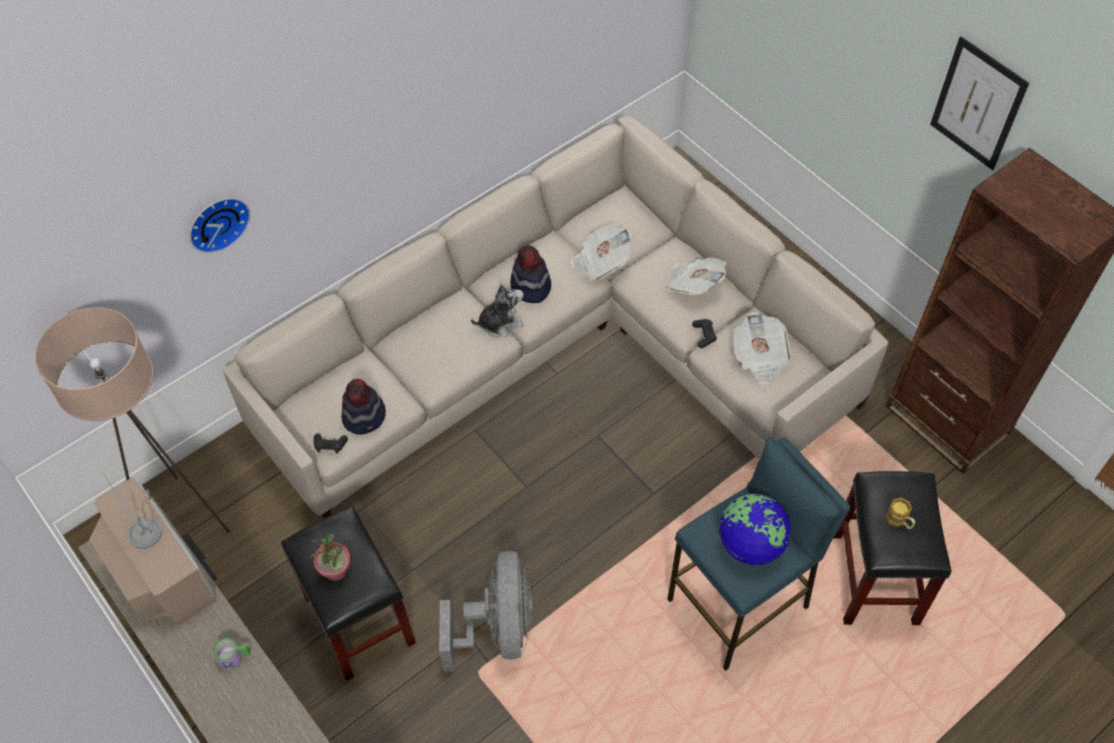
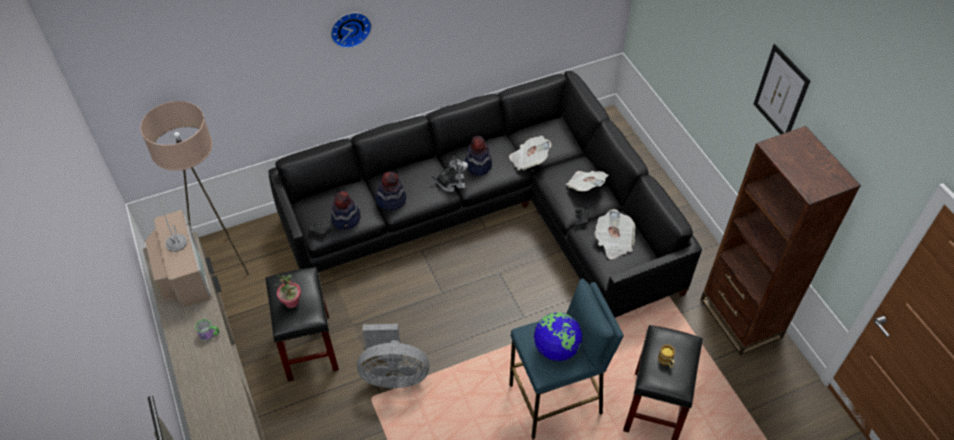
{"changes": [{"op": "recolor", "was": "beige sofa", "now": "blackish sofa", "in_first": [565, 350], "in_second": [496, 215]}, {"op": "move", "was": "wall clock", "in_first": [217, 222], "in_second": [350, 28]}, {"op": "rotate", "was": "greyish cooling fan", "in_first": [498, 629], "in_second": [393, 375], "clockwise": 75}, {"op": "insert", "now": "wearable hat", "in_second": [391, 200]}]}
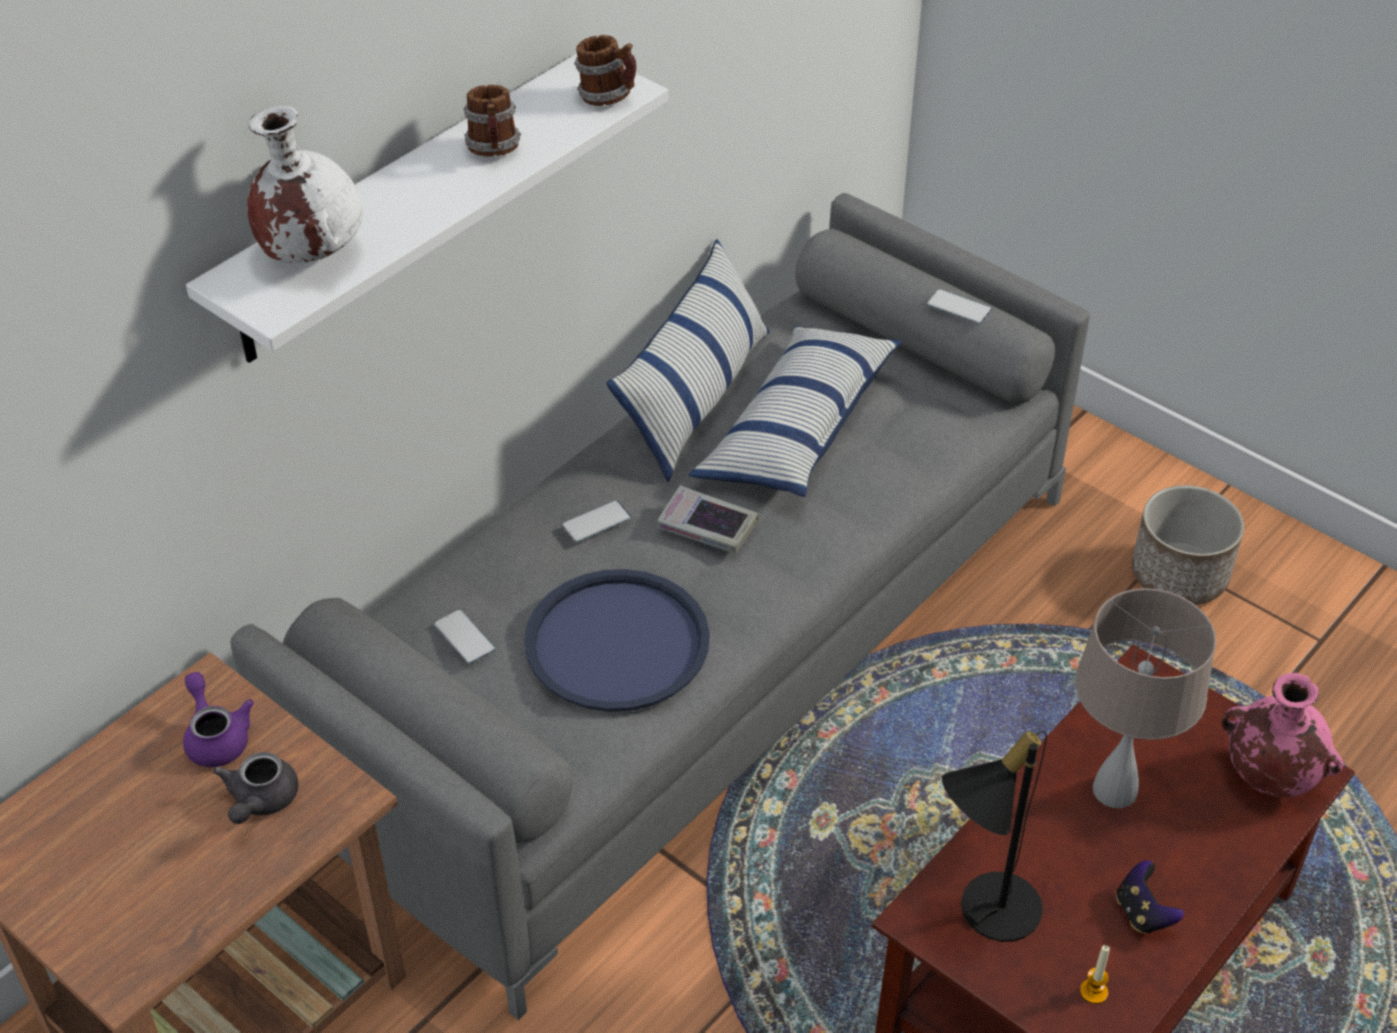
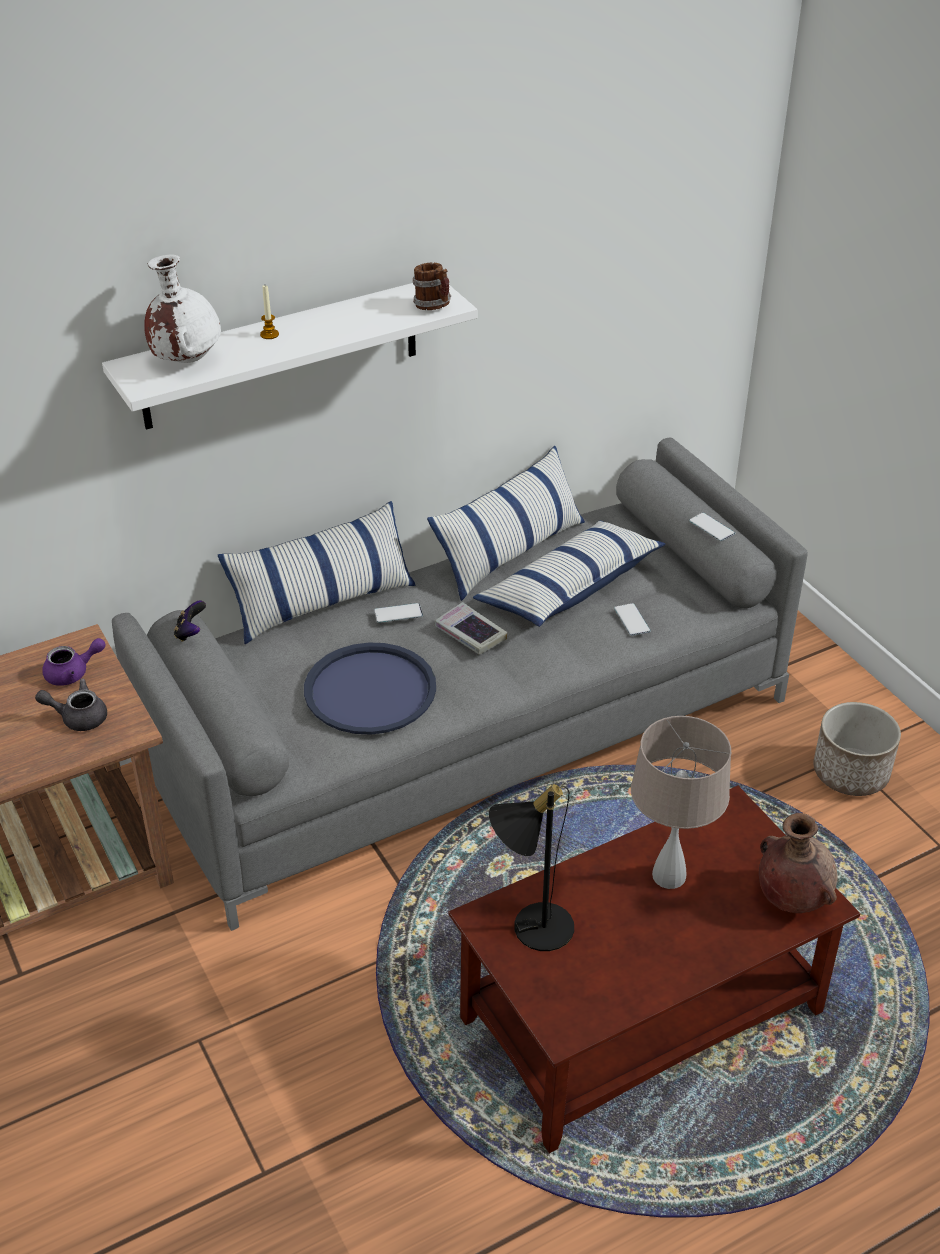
{"changes": [{"op": "delete", "was": "coffee mug", "in_first": [494, 150]}, {"op": "move", "was": "phone", "in_first": [464, 637], "in_second": [632, 620]}, {"op": "rotate", "was": "purple tea pot", "in_first": [216, 737], "in_second": [73, 673], "clockwise": 75}, {"op": "recolor", "was": "pinkish decorative vase", "now": "brown-coloured decorative vase", "in_first": [1269, 775], "in_second": [791, 897]}, {"op": "rotate", "was": "greyish tea pot", "in_first": [260, 801], "in_second": [78, 717], "clockwise": 60}, {"op": "move", "was": "gamepad", "in_first": [1143, 913], "in_second": [191, 633]}, {"op": "move", "was": "wax light", "in_first": [1093, 991], "in_second": [269, 334]}, {"op": "insert", "now": "throw pillow", "in_second": [322, 603]}]}
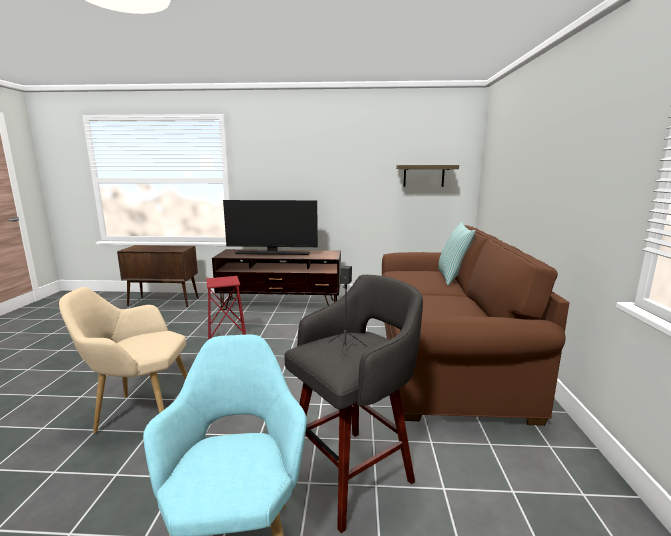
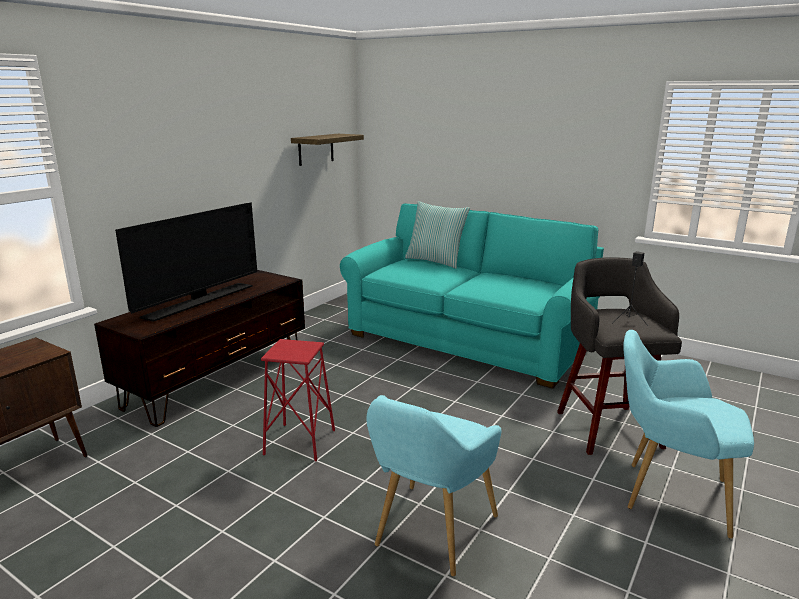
{"changes": [{"op": "recolor", "was": "brown-coloured sofa", "now": "blue-green sofa", "in_first": [442, 357], "in_second": [468, 340]}, {"op": "recolor", "was": "beige easy chair", "now": "blue-green easy chair", "in_first": [139, 412], "in_second": [429, 534]}]}
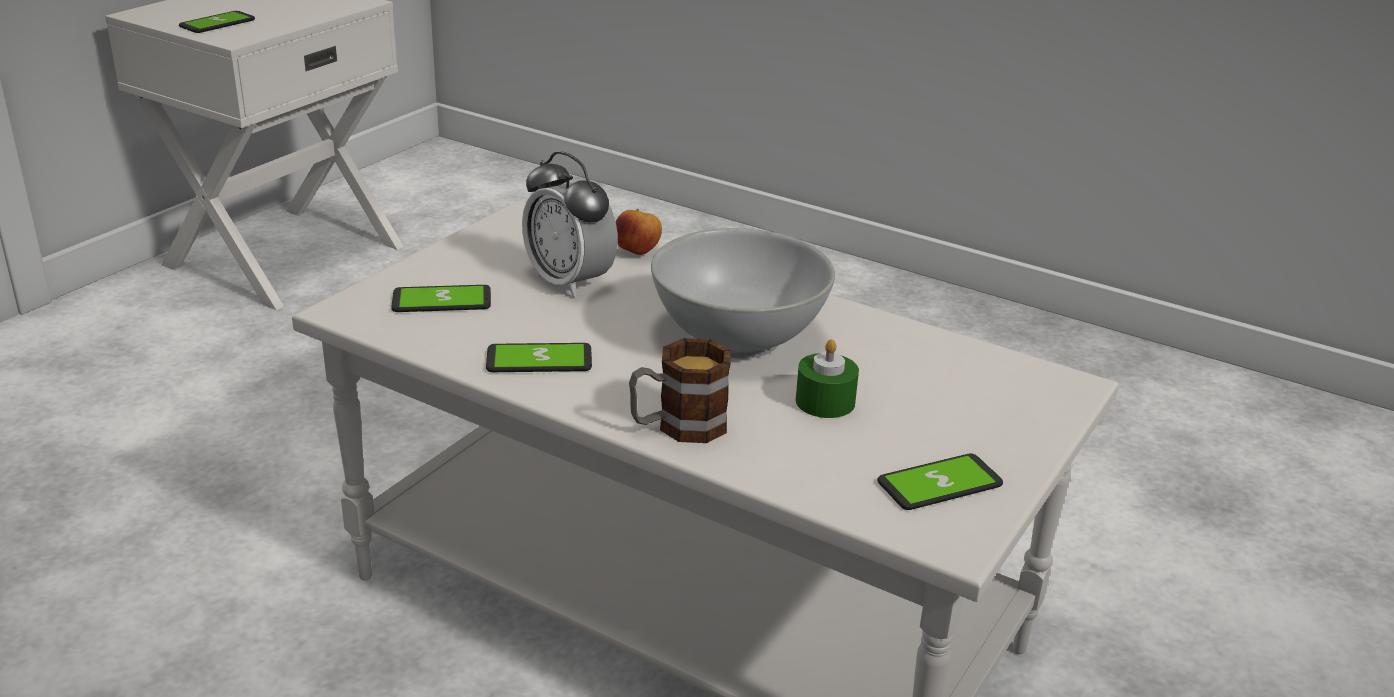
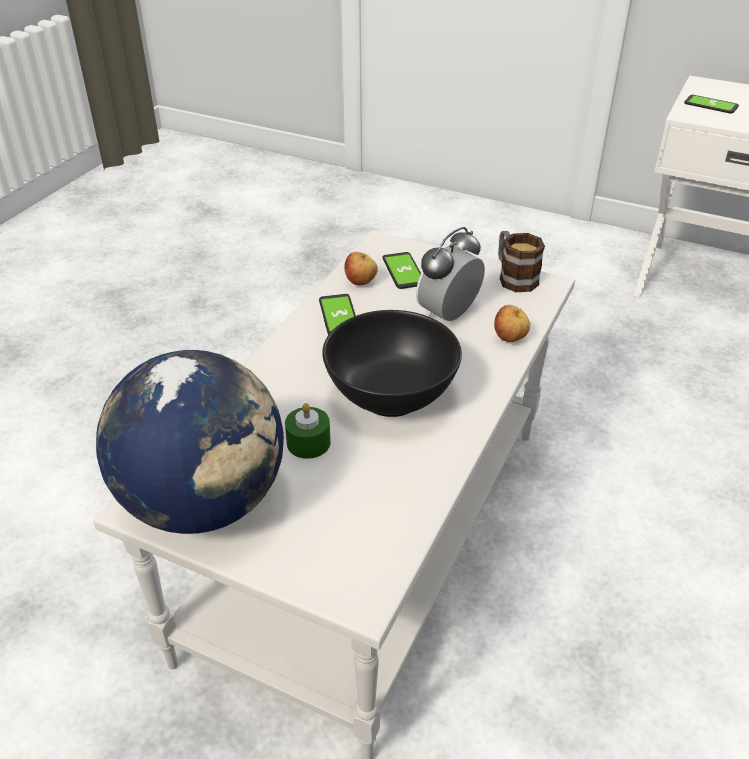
{"changes": [{"op": "recolor", "was": "whitish serving bowl", "now": "blackish serving bowl", "in_first": [738, 339], "in_second": [390, 396]}, {"op": "move", "was": "coffee mug", "in_first": [678, 426], "in_second": [514, 277]}, {"op": "replace", "was": "phone", "now": "globe", "in_first": [939, 484], "in_second": [205, 502]}, {"op": "insert", "now": "apple fruit", "in_second": [361, 283]}]}
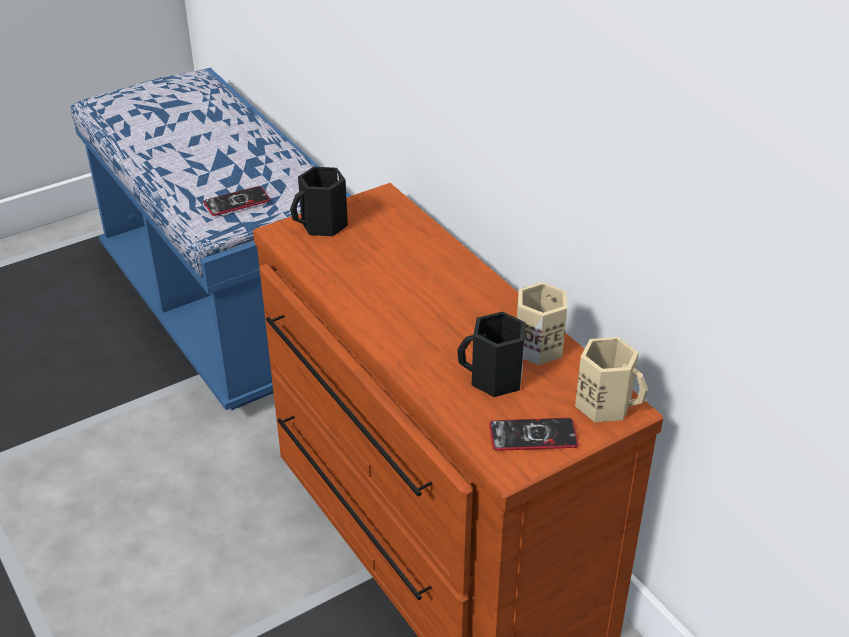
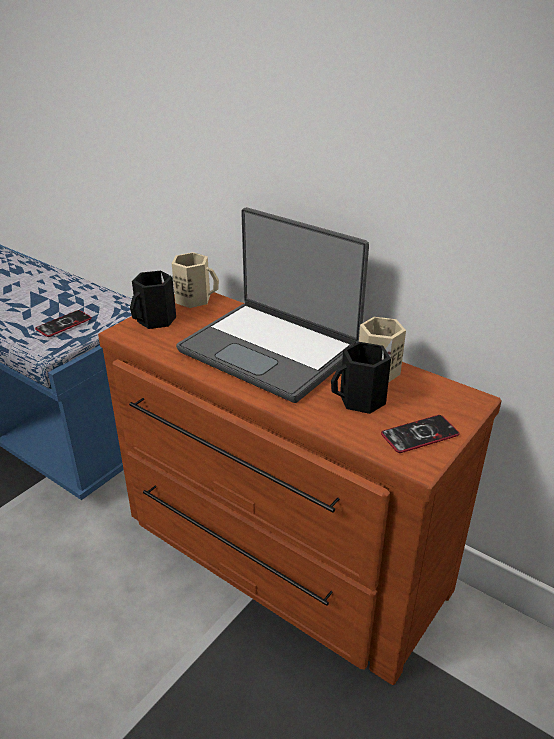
{"changes": [{"op": "move", "was": "beige coffee mug", "in_first": [606, 403], "in_second": [194, 298]}, {"op": "insert", "now": "portable computer", "in_second": [271, 350]}]}
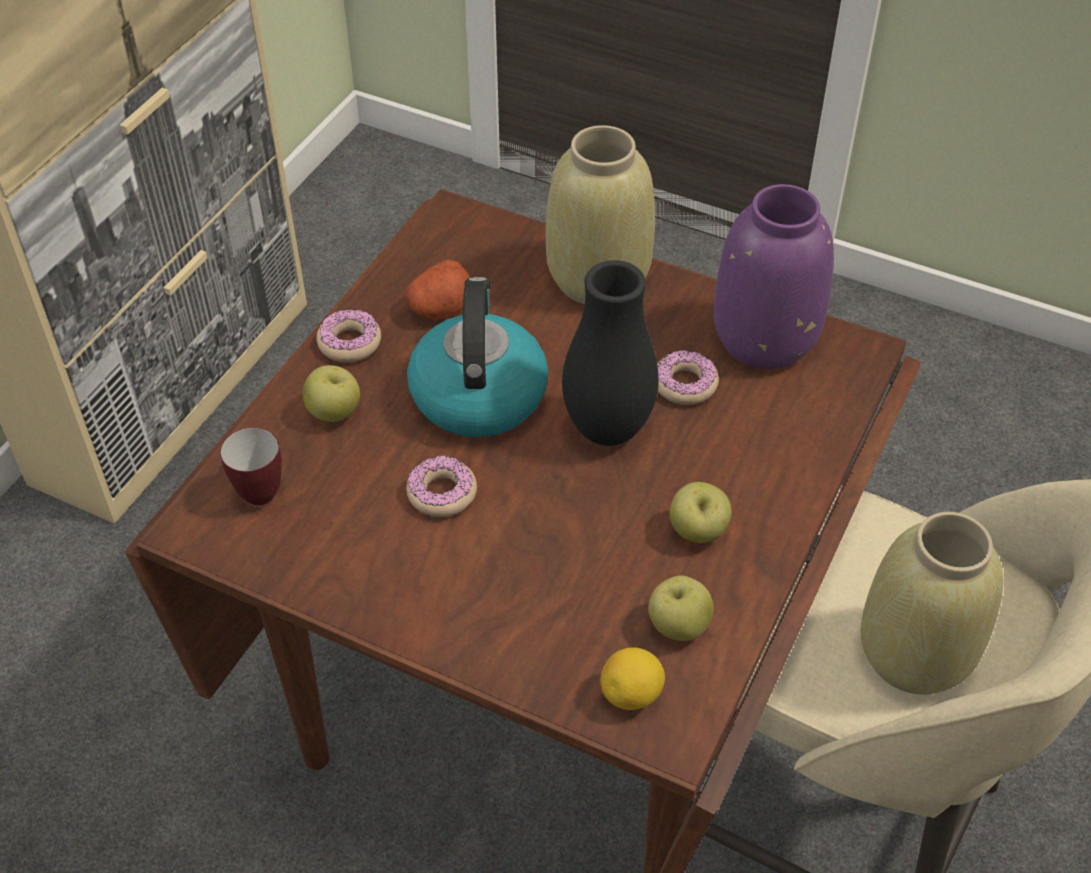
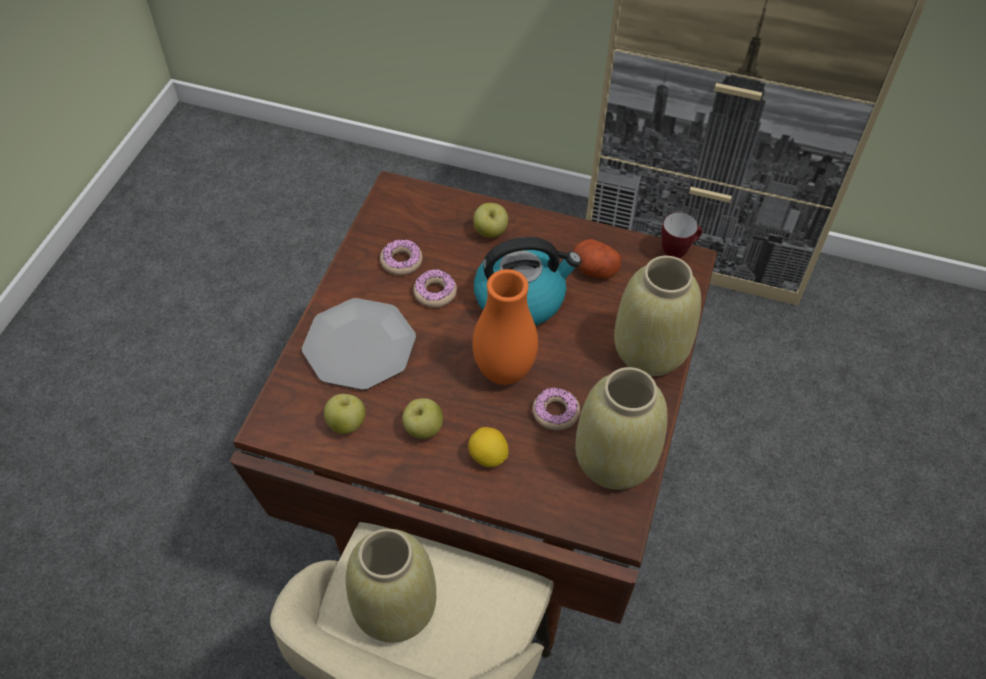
{"changes": [{"op": "recolor", "was": "purple decorative vase", "now": "beige decorative vase", "in_first": [763, 338], "in_second": [615, 459]}, {"op": "recolor", "was": "blackish decorative vase", "now": "orange-coloured decorative vase", "in_first": [607, 429], "in_second": [504, 371]}, {"op": "move", "was": "doughnut", "in_first": [349, 343], "in_second": [401, 261]}, {"op": "move", "was": "coffee mug", "in_first": [258, 488], "in_second": [677, 251]}, {"op": "move", "was": "citrus fruit", "in_first": [631, 695], "in_second": [488, 456]}, {"op": "insert", "now": "dinner plate", "in_second": [359, 345]}]}
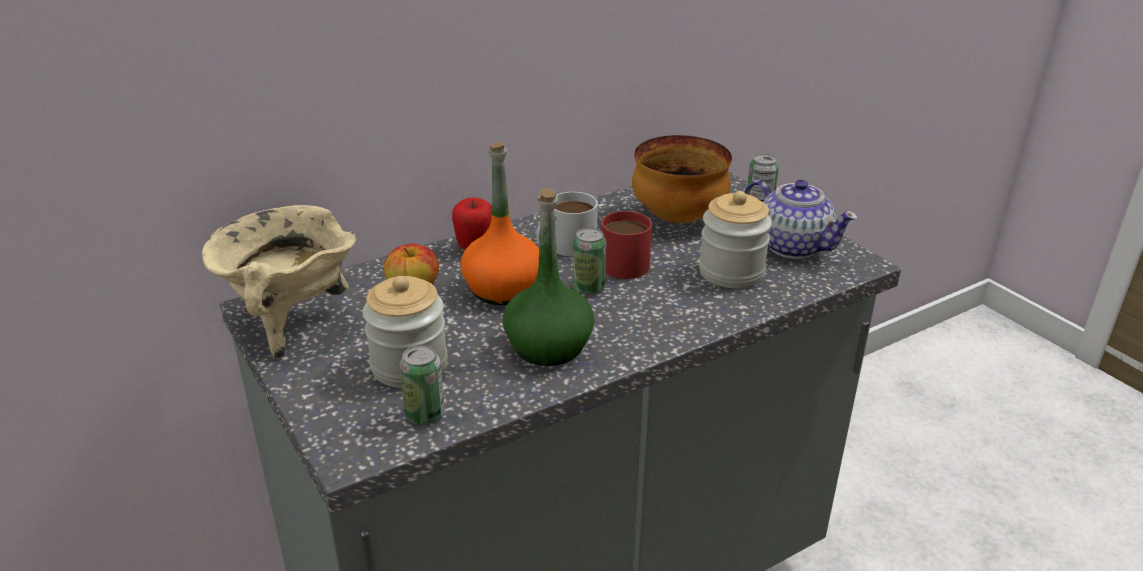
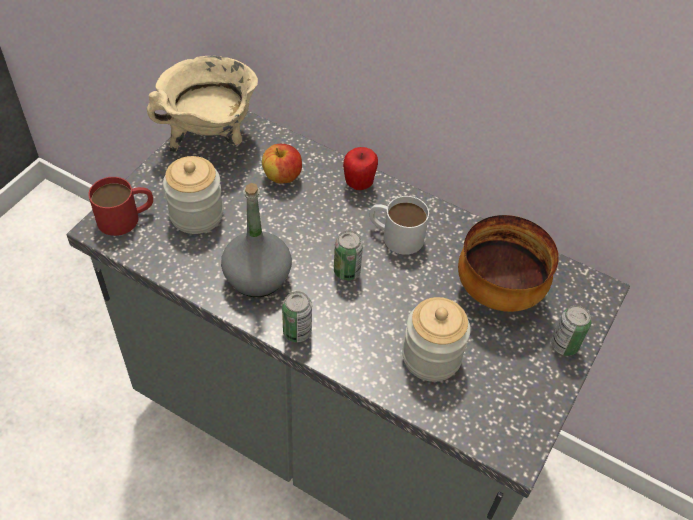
{"changes": [{"op": "delete", "was": "orange-coloured bottle", "in_first": [503, 289]}, {"op": "delete", "was": "tea pot", "in_first": [792, 246]}, {"op": "recolor", "was": "green bottle", "now": "greyish bottle", "in_first": [549, 346], "in_second": [257, 277]}, {"op": "move", "was": "red-coloured coffee mug", "in_first": [625, 260], "in_second": [126, 217]}, {"op": "move", "was": "metal can", "in_first": [425, 415], "in_second": [297, 332]}]}
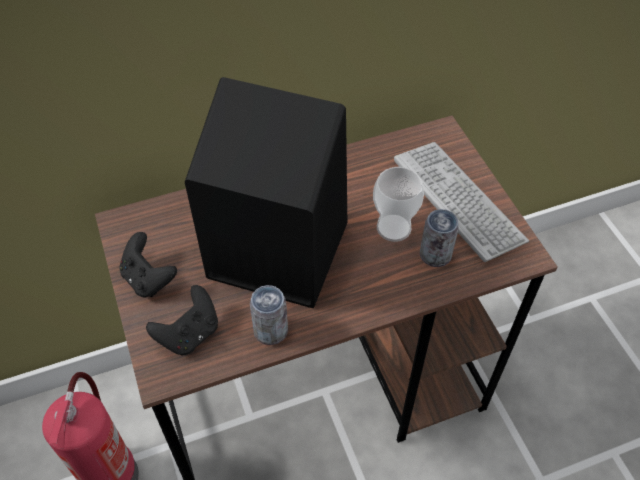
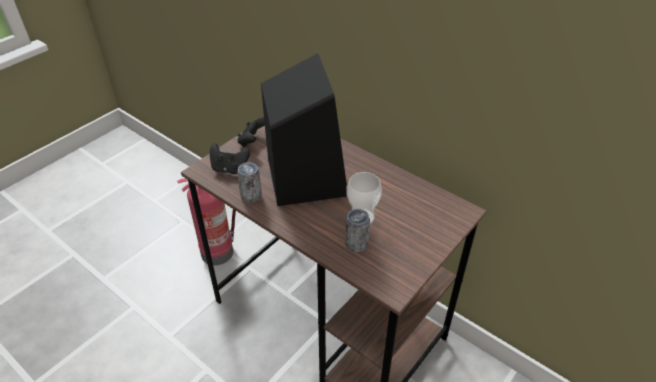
{"changes": [{"op": "delete", "was": "keyboard", "in_first": [458, 200]}]}
